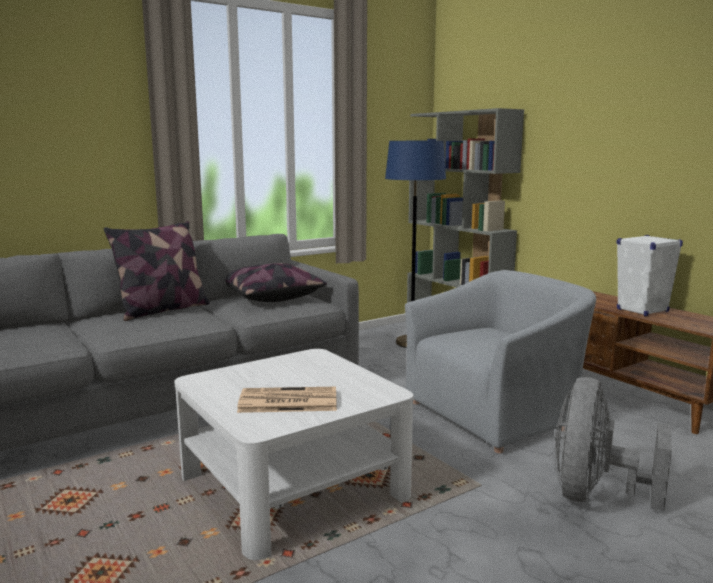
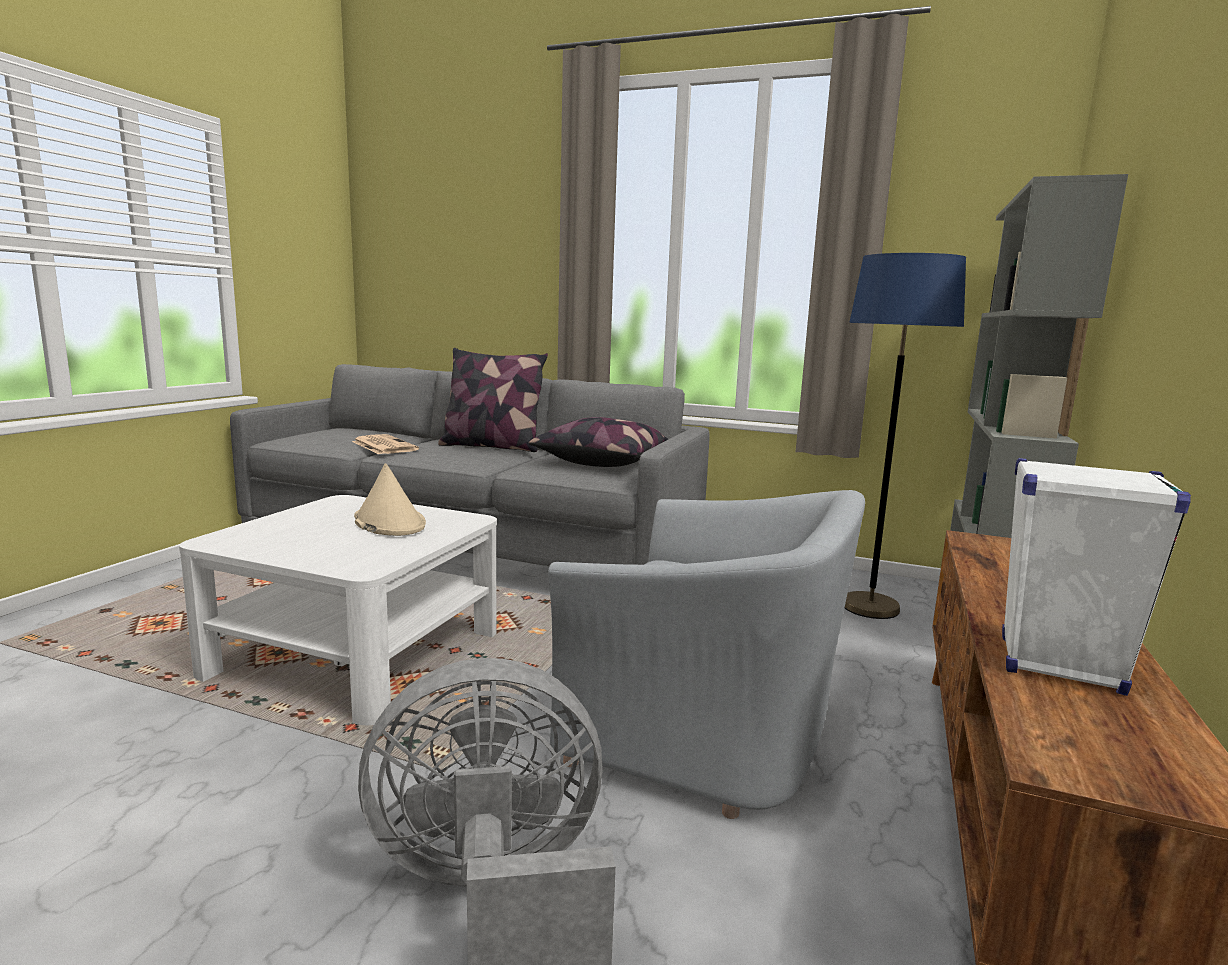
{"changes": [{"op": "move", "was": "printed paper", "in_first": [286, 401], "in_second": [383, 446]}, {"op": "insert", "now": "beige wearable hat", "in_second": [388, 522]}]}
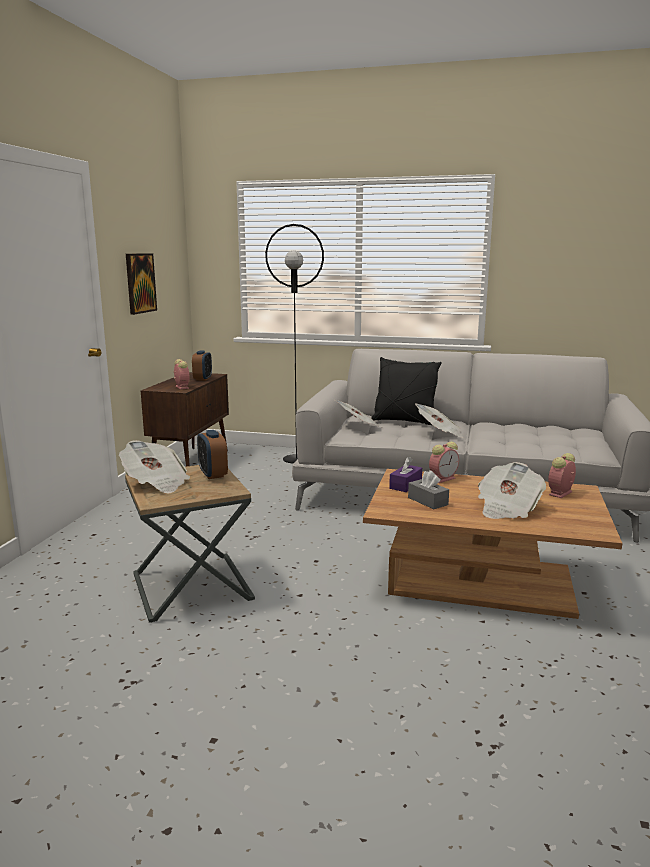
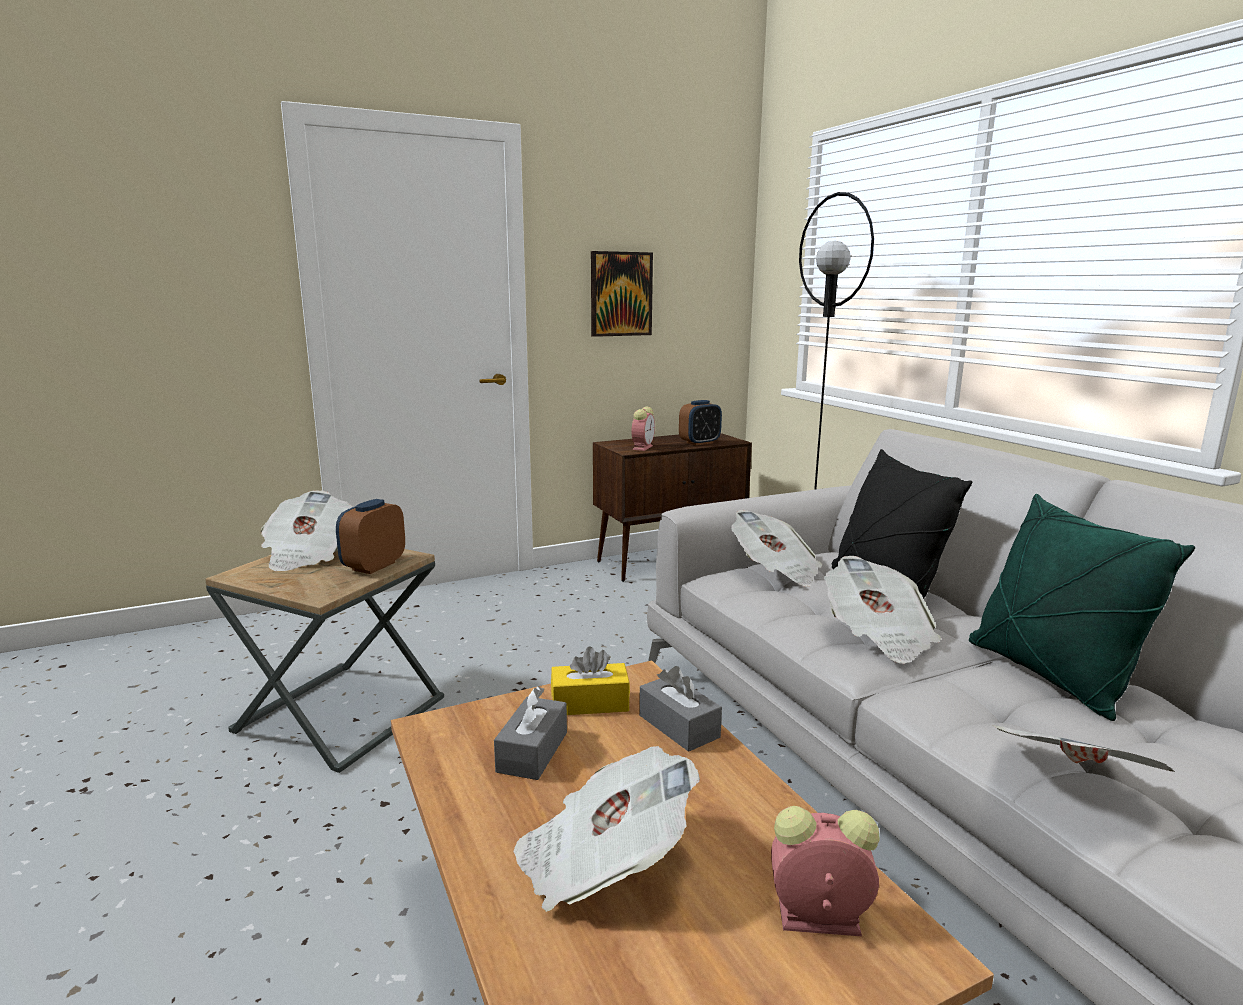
{"changes": [{"op": "replace", "was": "table clock", "now": "greyish tissue holder", "in_first": [443, 478], "in_second": [678, 726]}, {"op": "recolor", "was": "purple tissue holder", "now": "yellowish tissue holder", "in_first": [405, 485], "in_second": [590, 703]}, {"op": "insert", "now": "green throw pillow", "in_second": [1049, 676]}, {"op": "insert", "now": "printed paper", "in_second": [1070, 784]}]}
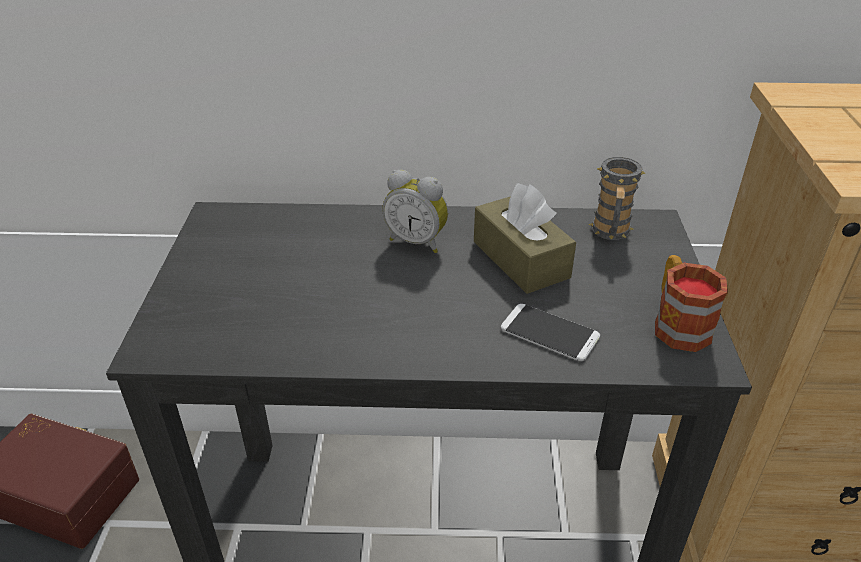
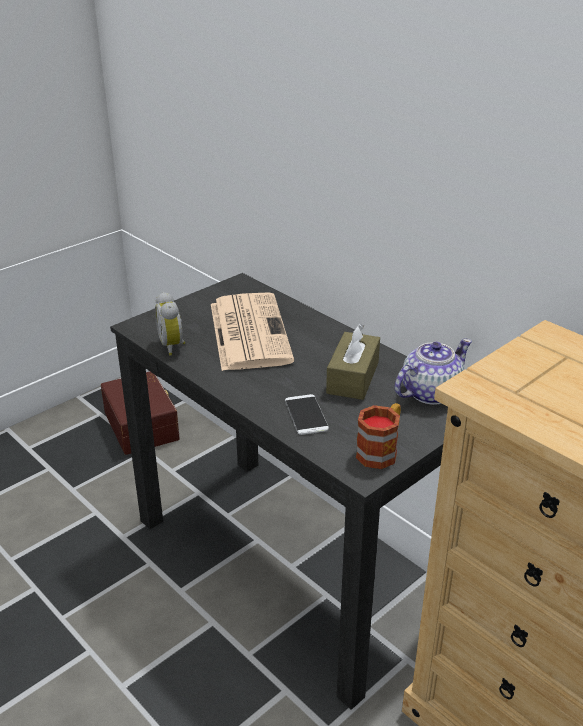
{"changes": [{"op": "replace", "was": "coffee mug", "now": "tea pot", "in_first": [610, 233], "in_second": [429, 393]}, {"op": "move", "was": "table clock", "in_first": [417, 241], "in_second": [173, 346]}, {"op": "insert", "now": "printed paper", "in_second": [248, 331]}]}
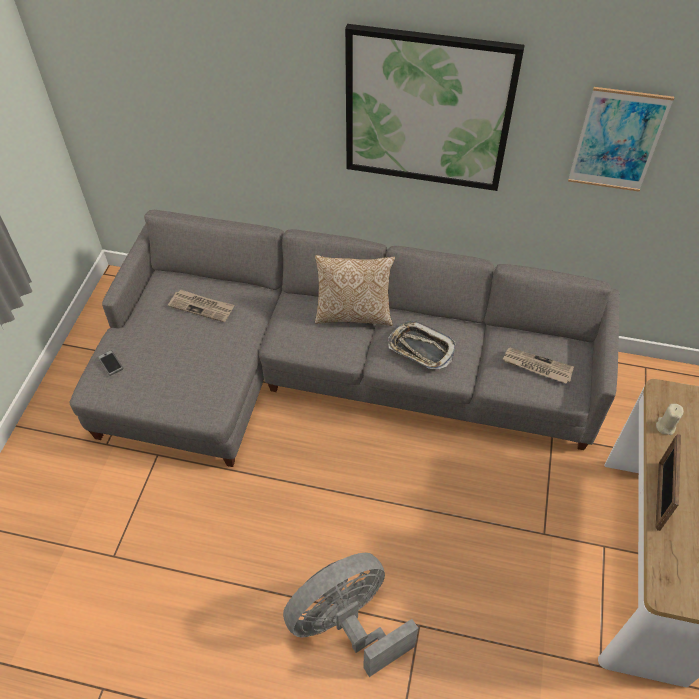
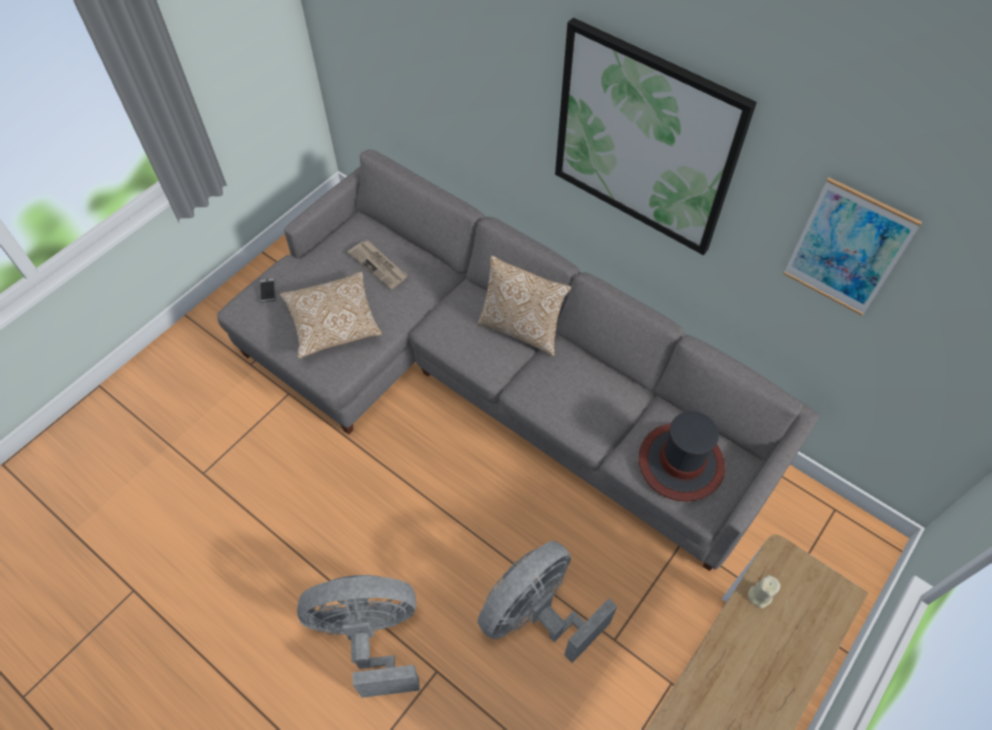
{"changes": [{"op": "delete", "was": "carrying tray", "in_first": [421, 348]}, {"op": "replace", "was": "printed paper", "now": "wearable hat", "in_first": [537, 366], "in_second": [680, 463]}, {"op": "delete", "was": "picture frame", "in_first": [659, 495]}, {"op": "insert", "now": "throw pillow", "in_second": [333, 323]}, {"op": "insert", "now": "greyish cooling fan", "in_second": [536, 614]}]}
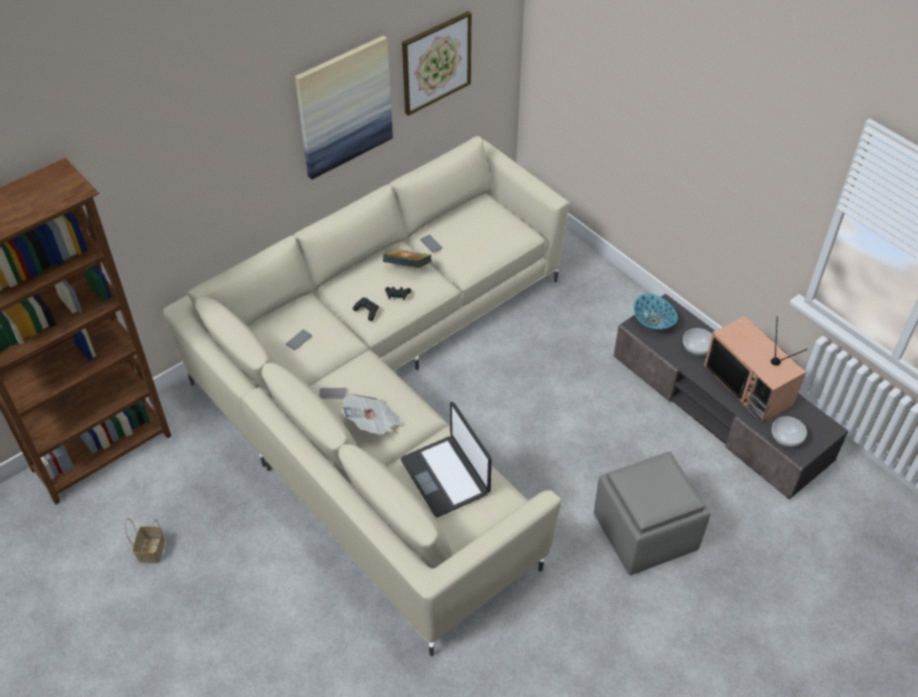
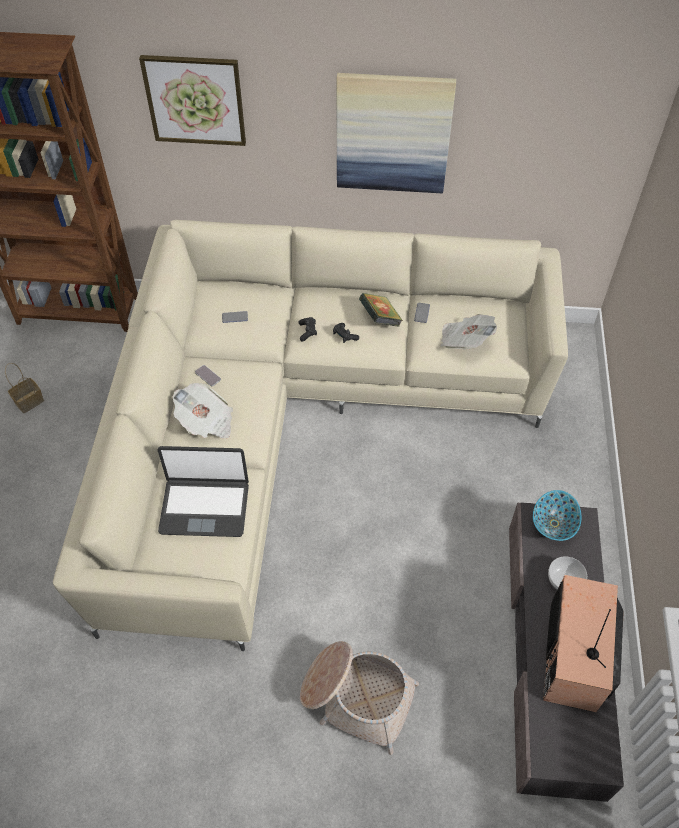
{"changes": [{"op": "move", "was": "wall picture", "in_first": [436, 62], "in_second": [195, 100]}, {"op": "rotate", "was": "portable computer", "in_first": [446, 476], "in_second": [205, 507], "clockwise": -105}, {"op": "delete", "was": "serving bowl", "in_first": [785, 439]}, {"op": "replace", "was": "greyish ottoman", "now": "household basket", "in_first": [644, 532], "in_second": [356, 697]}, {"op": "insert", "now": "printed paper", "in_second": [465, 341]}]}
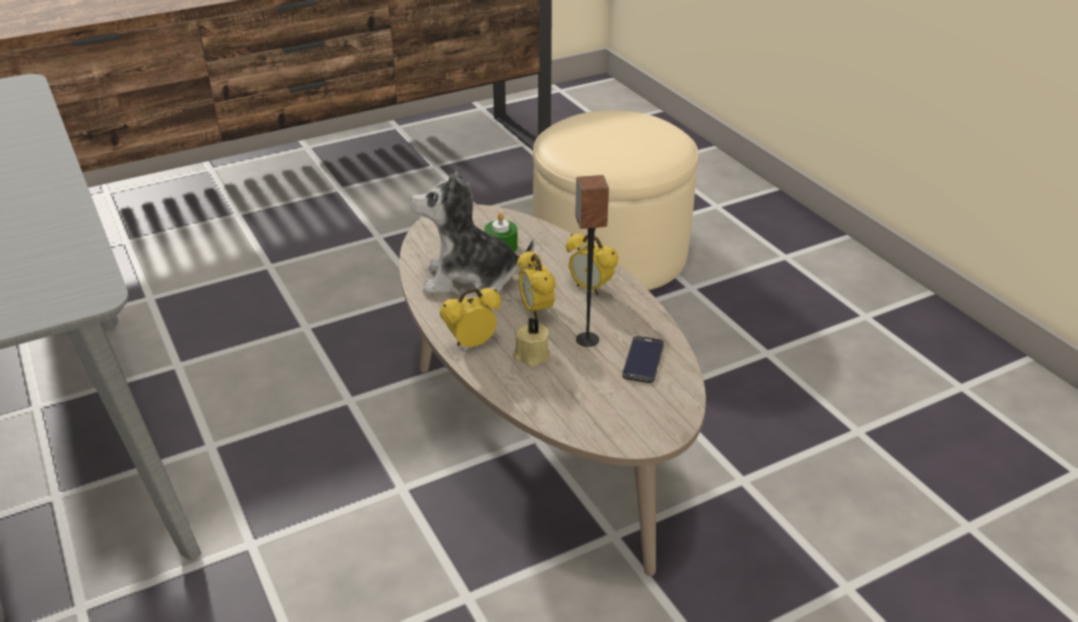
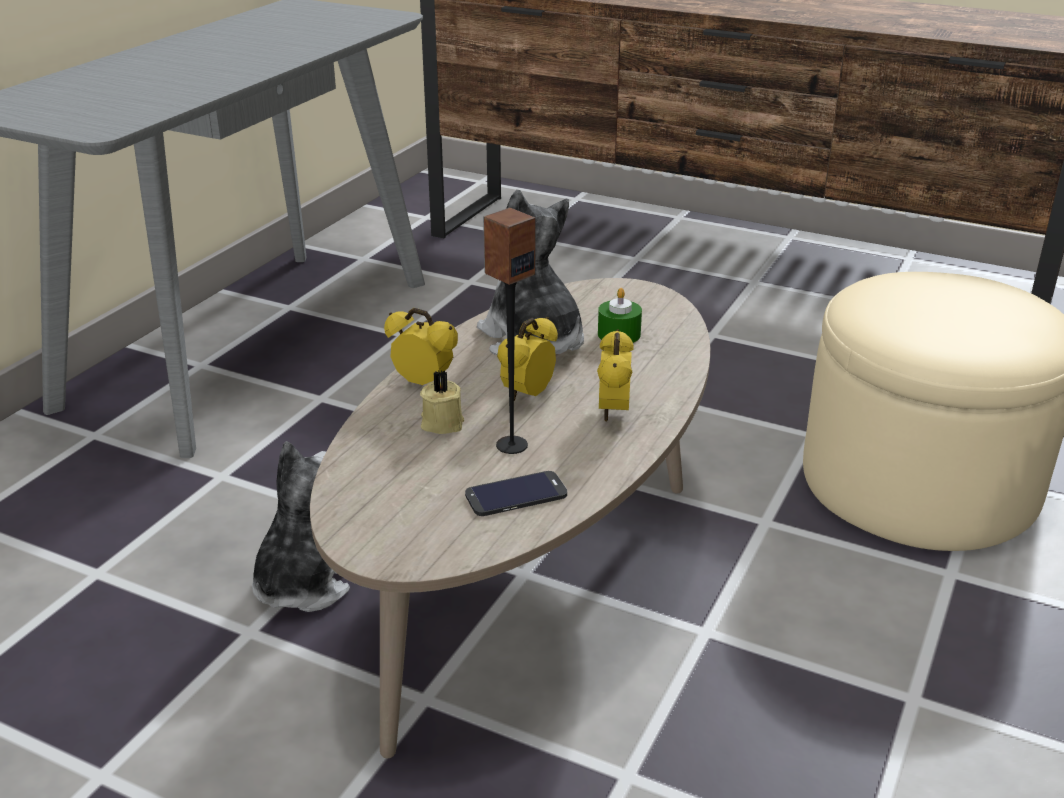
{"changes": [{"op": "insert", "now": "cuddly toy", "in_second": [303, 582]}]}
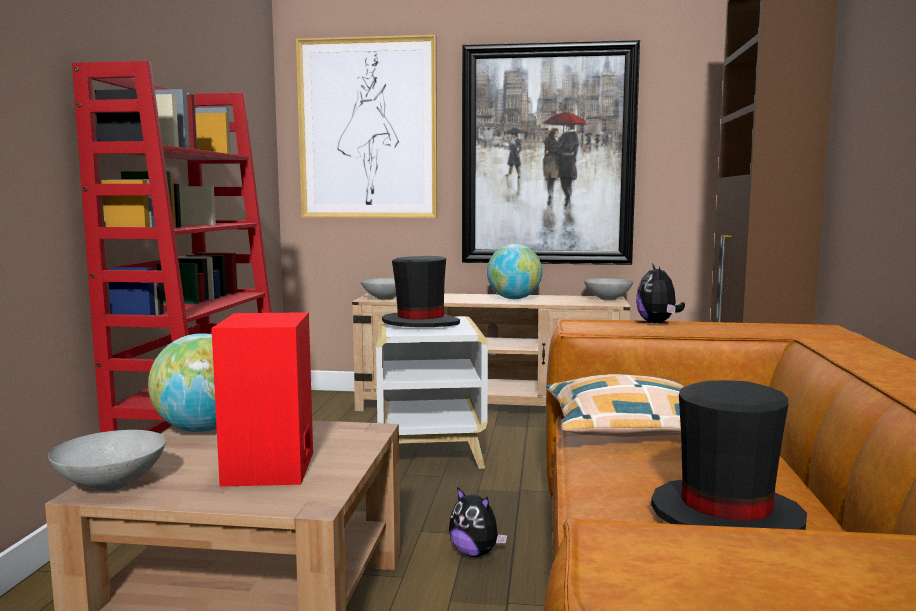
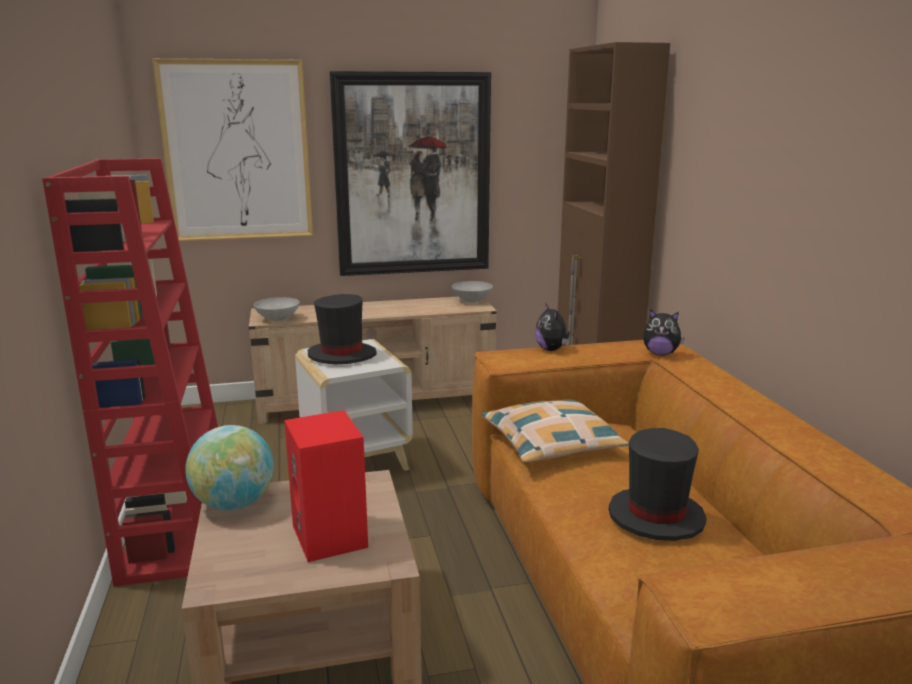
{"changes": [{"op": "delete", "was": "globe", "in_first": [514, 299]}, {"op": "delete", "was": "greyish serving bowl", "in_first": [110, 485]}, {"op": "move", "was": "cuddly toy", "in_first": [475, 553], "in_second": [660, 354]}]}
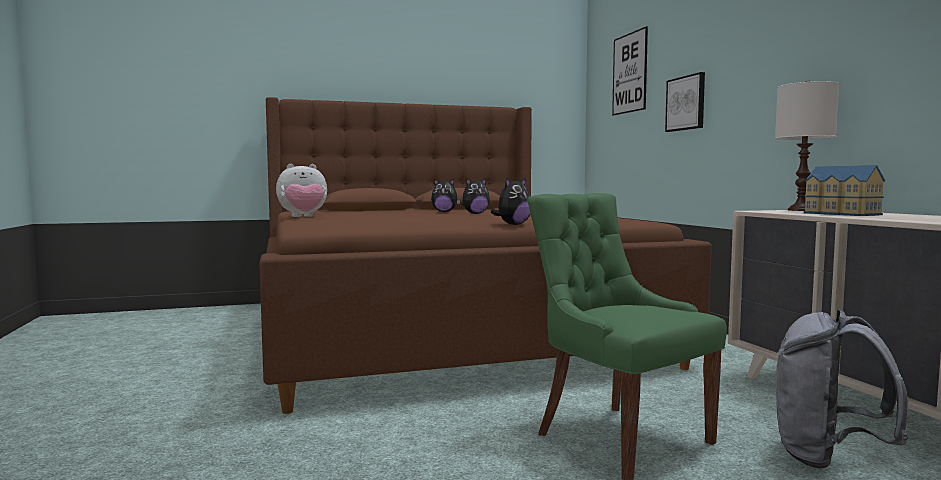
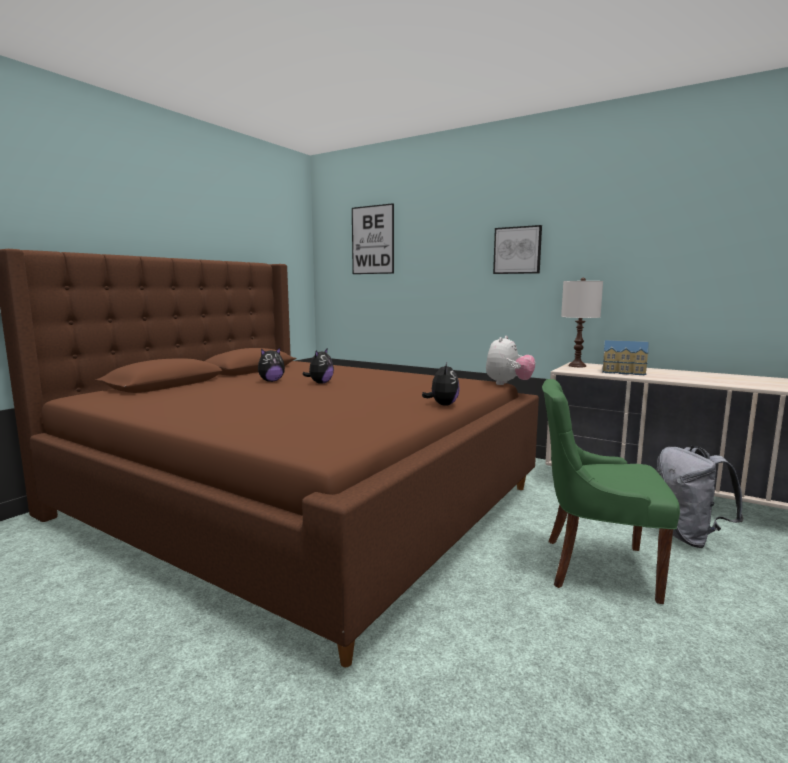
{"changes": [{"op": "move", "was": "wall picture", "in_first": [686, 103], "in_second": [517, 250]}, {"op": "move", "was": "cuddly toy", "in_first": [303, 217], "in_second": [508, 384]}]}
